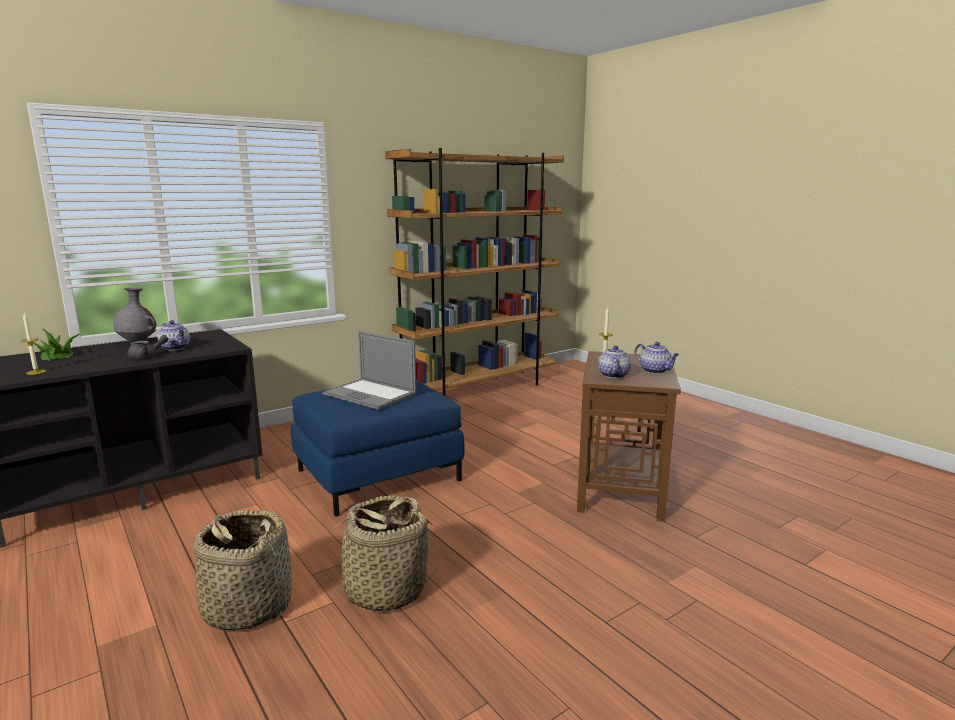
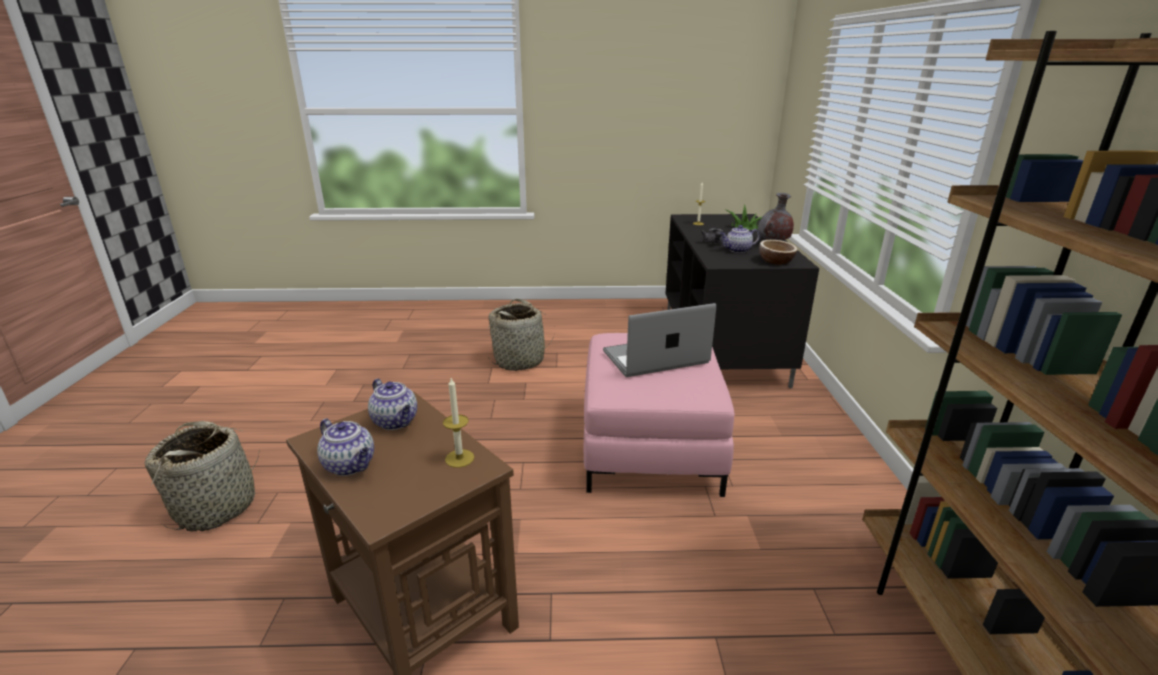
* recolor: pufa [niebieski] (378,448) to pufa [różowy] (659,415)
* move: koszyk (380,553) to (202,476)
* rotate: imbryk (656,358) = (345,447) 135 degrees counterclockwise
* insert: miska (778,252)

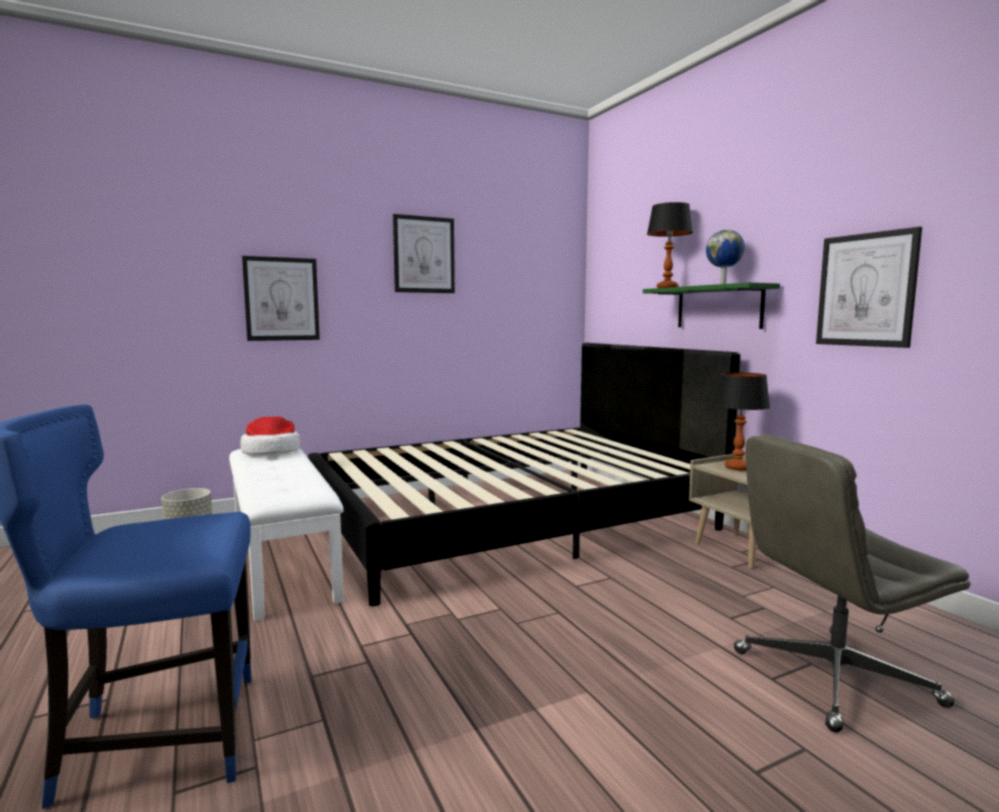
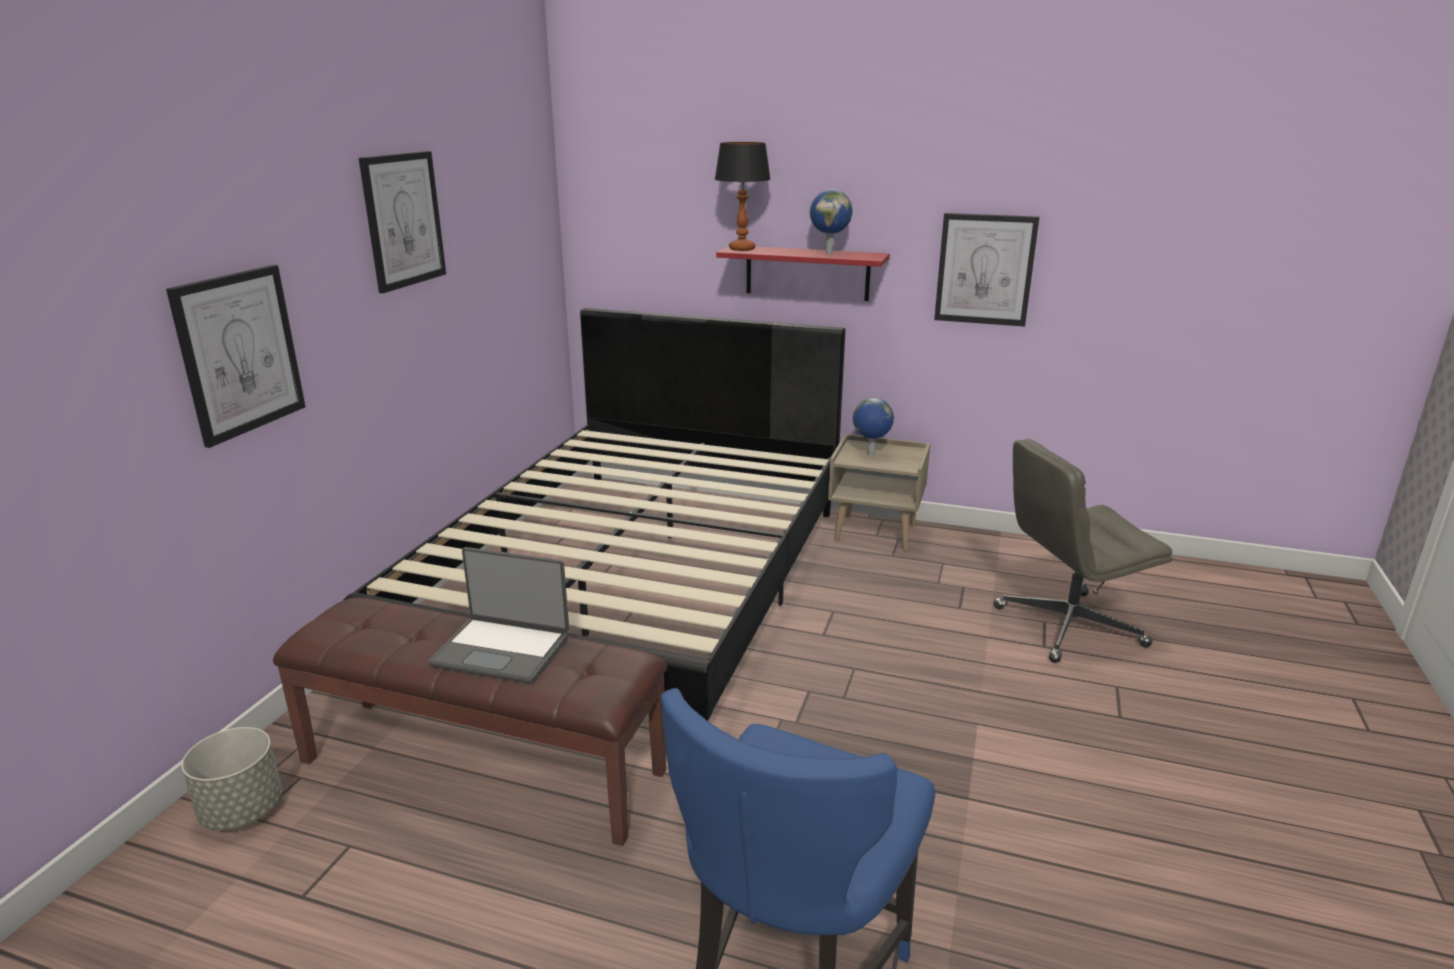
* recolor: ławka [biały] (286,535) to ławka [brązowy] (470,721)
* delete: kapelusz (270,435)
* recolor: półka [zielony] (711,305) to półka [czerwony] (803,273)
* replace: lampa stołowa (742,421) to globus (873,427)
* rotate: krzesło biurowe [szary] (852,584) = (1083,551) 45 degrees clockwise
* insert: laptop (498,615)

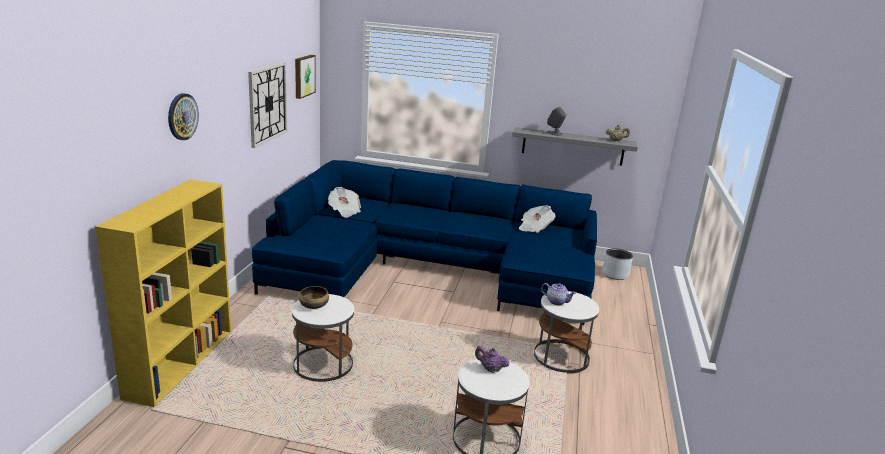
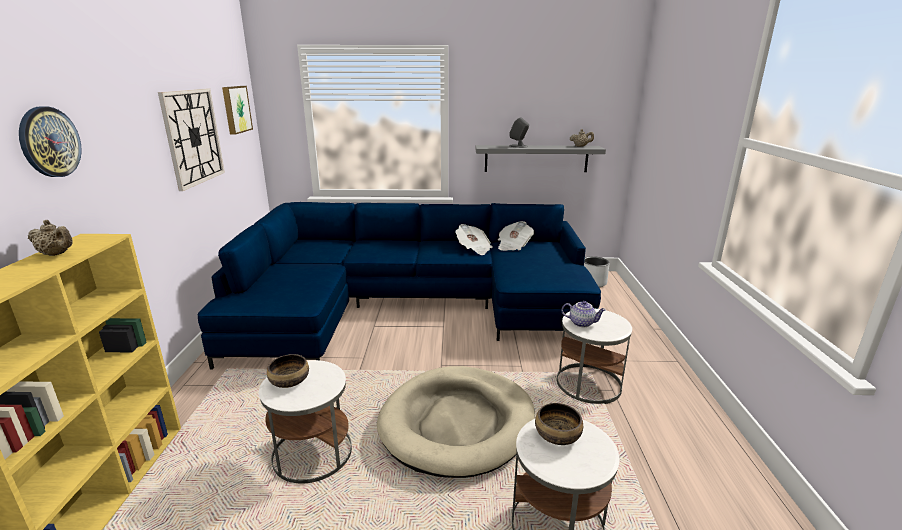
* move: gazeta (344,202) to (473,239)
* replace: imbryk [fioletowy] (492,359) to miska (559,424)
* insert: imbryk [beżowy] (49,238)
* insert: legowisko [beżowy] (456,422)

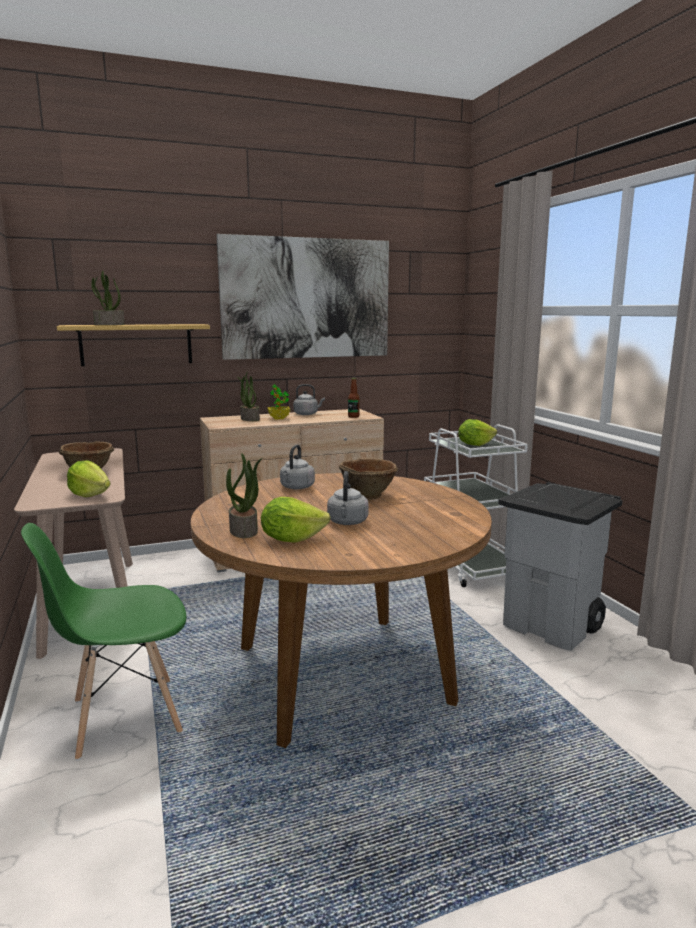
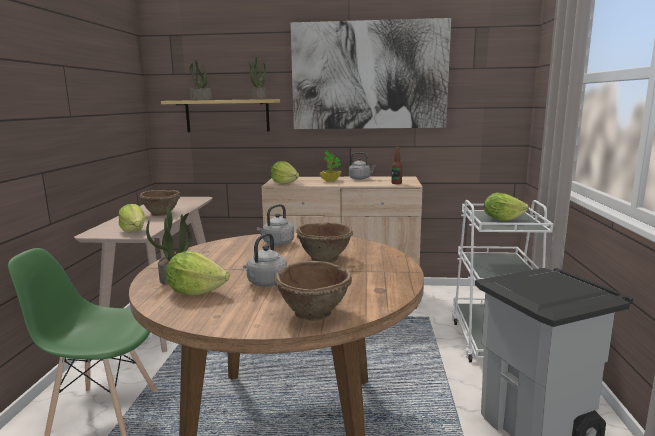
* move: roślina doniczkowa (249,396) to (256,78)
* insert: sałata (285,172)
* insert: miska [brązowy] (313,291)

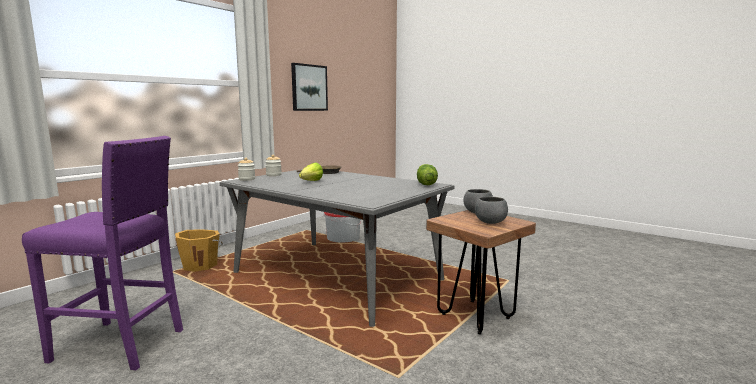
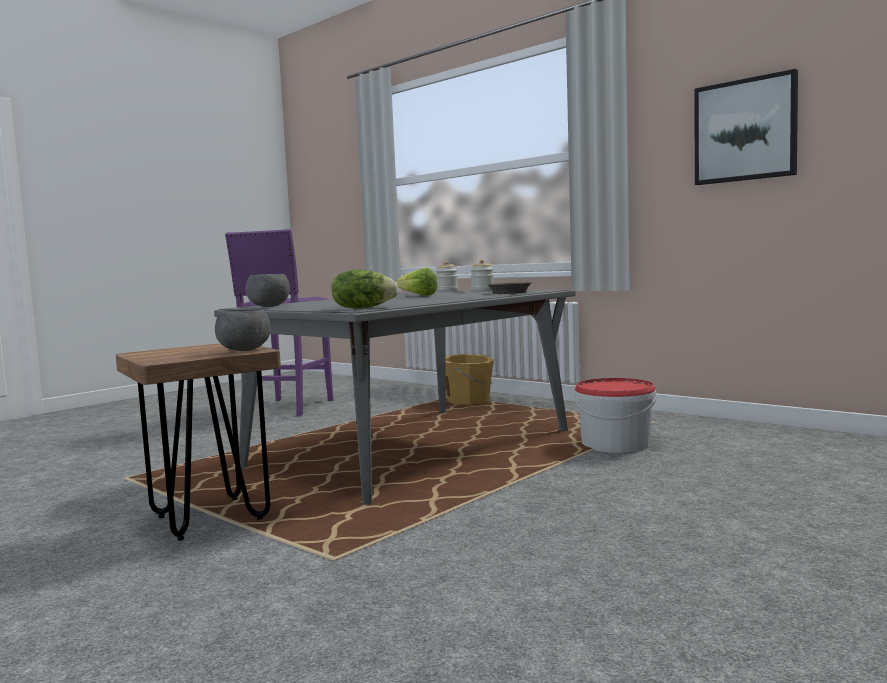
* move: miska [szary] (491,210) to (267,290)

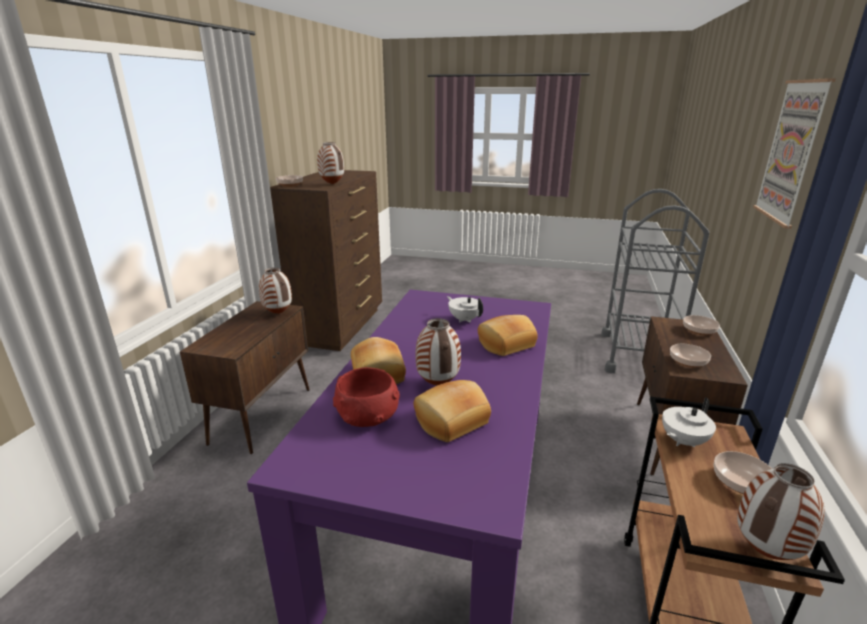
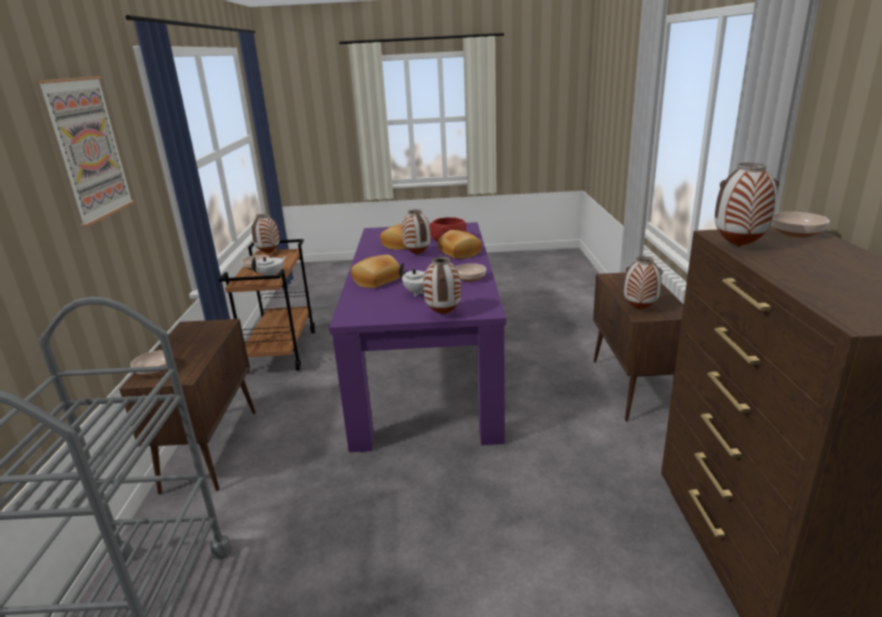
* move: miska (690,356) to (471,272)
* insert: wazon (442,285)

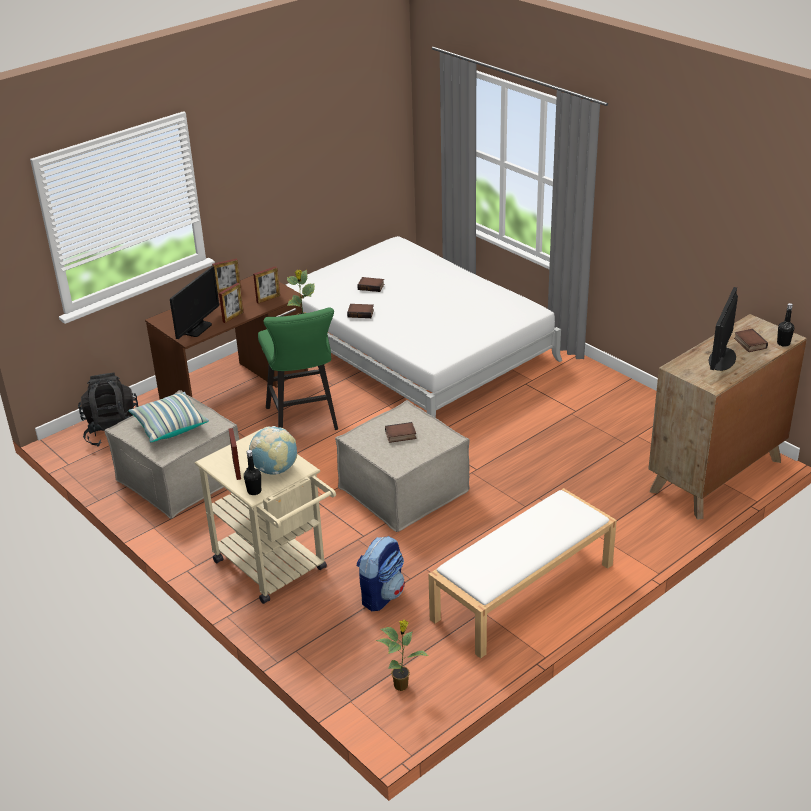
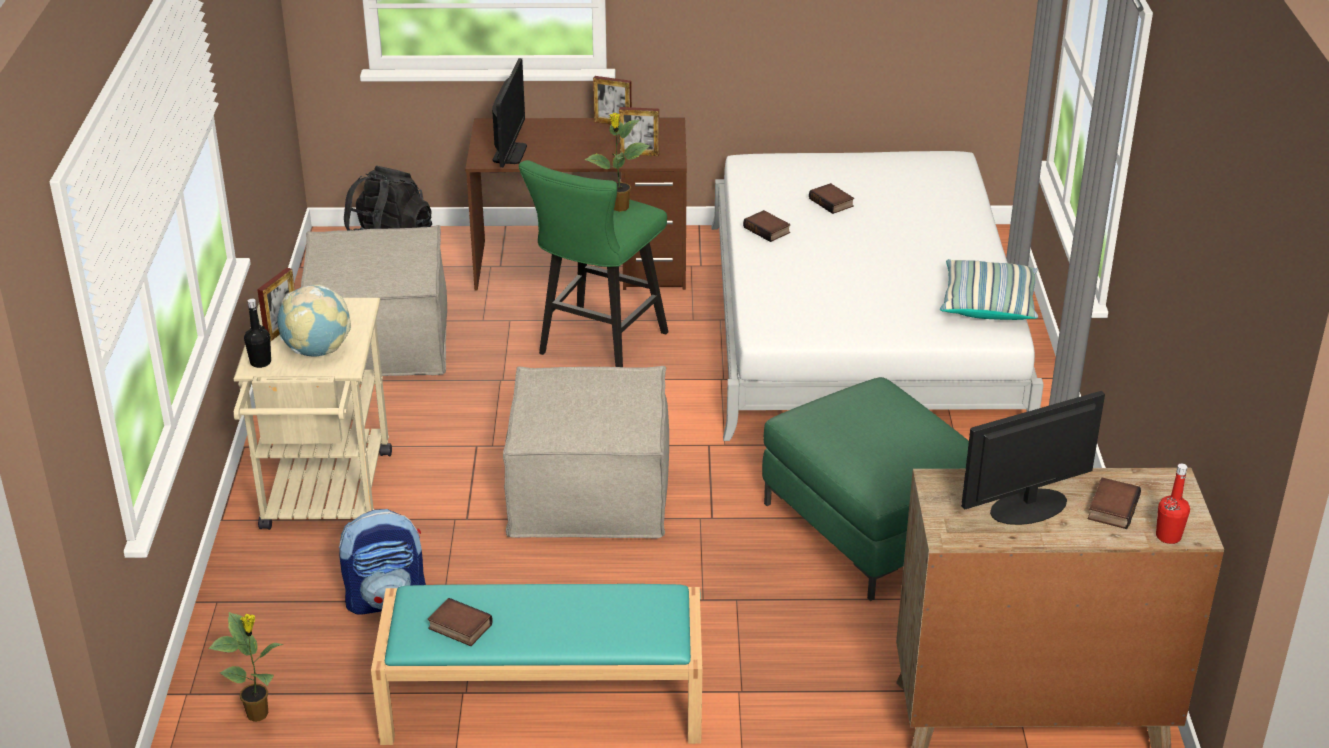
* move: poduszka (169,417) to (989,289)
* rotate: monitor (194,302) = (509,112) 60 degrees counterclockwise
* delete: ramka na zdjęcie (231,303)
* move: książka (400,432) to (460,622)
* recolor: ławka [biały] (522,573) to ławka [turkusowy] (536,664)
* recolor: butelka [czarny] (785,325) to butelka [czerwony] (1173,504)
* insert: pufa [zielony] (865,489)

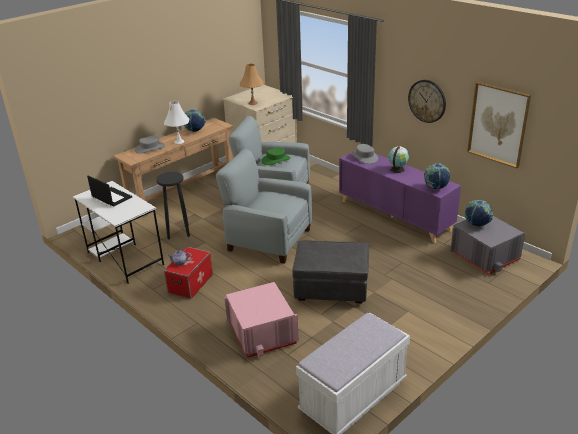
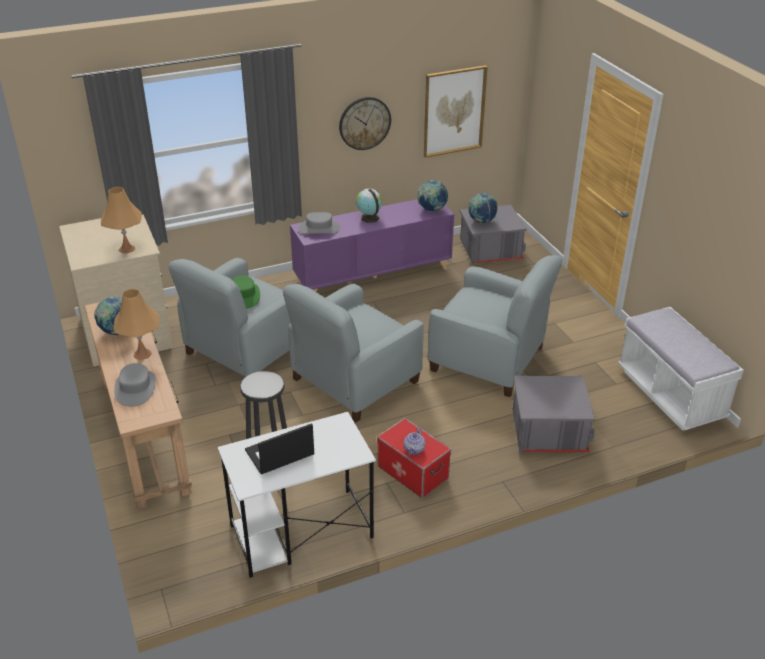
* recolor: lampa stołowa [biały] (176,122) to lampa stołowa [pomarańczowy] (136,324)
* recolor: pojemnik do przechowywania [różowy] (261,320) to pojemnik do przechowywania [szary] (554,414)
* replace: pufa [szary] (330,271) to fotel [szary] (494,326)

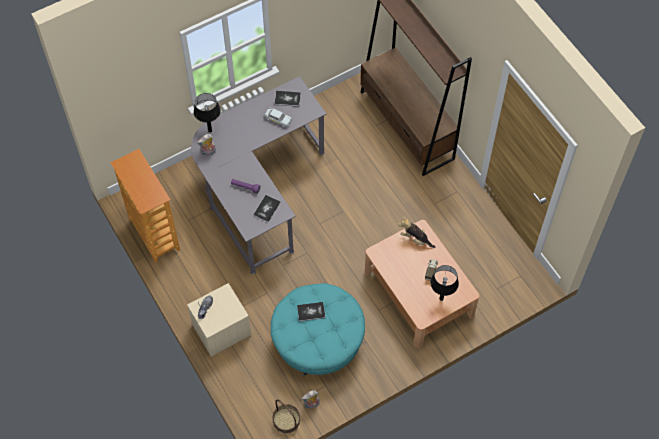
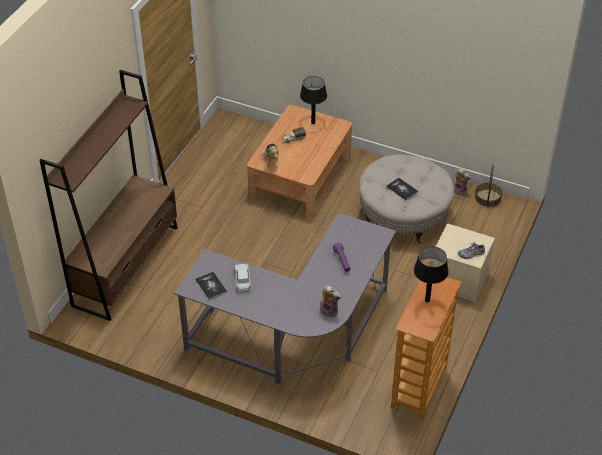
* move: lampa stołowa [czarny] (207,112) to (431,274)
* delete: książka (266,208)
* recolor: pufa [turkusowy] (318,329) to pufa [beżowy] (406,198)

